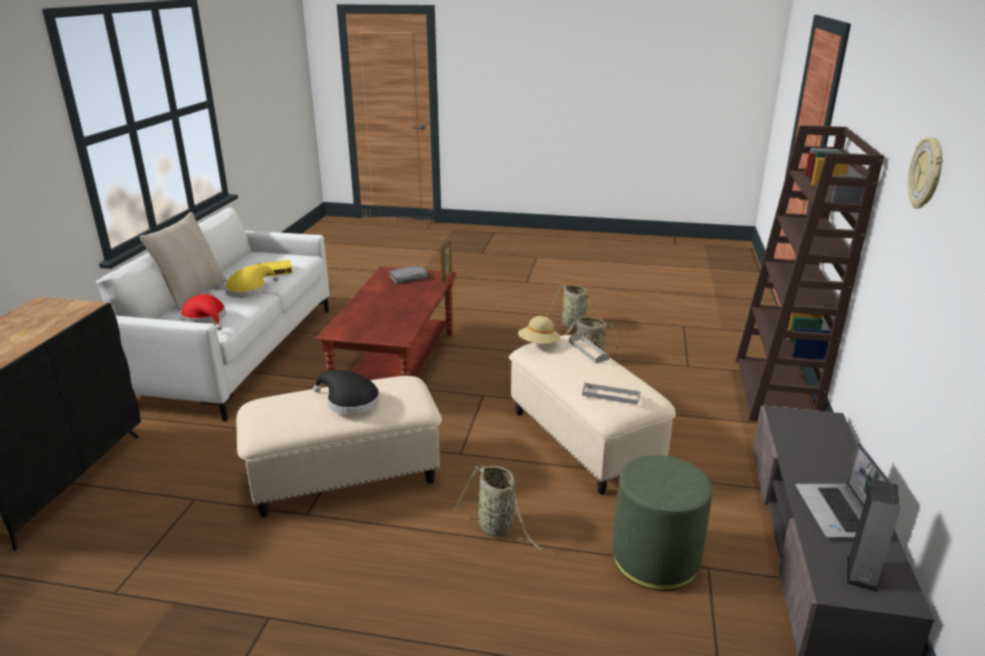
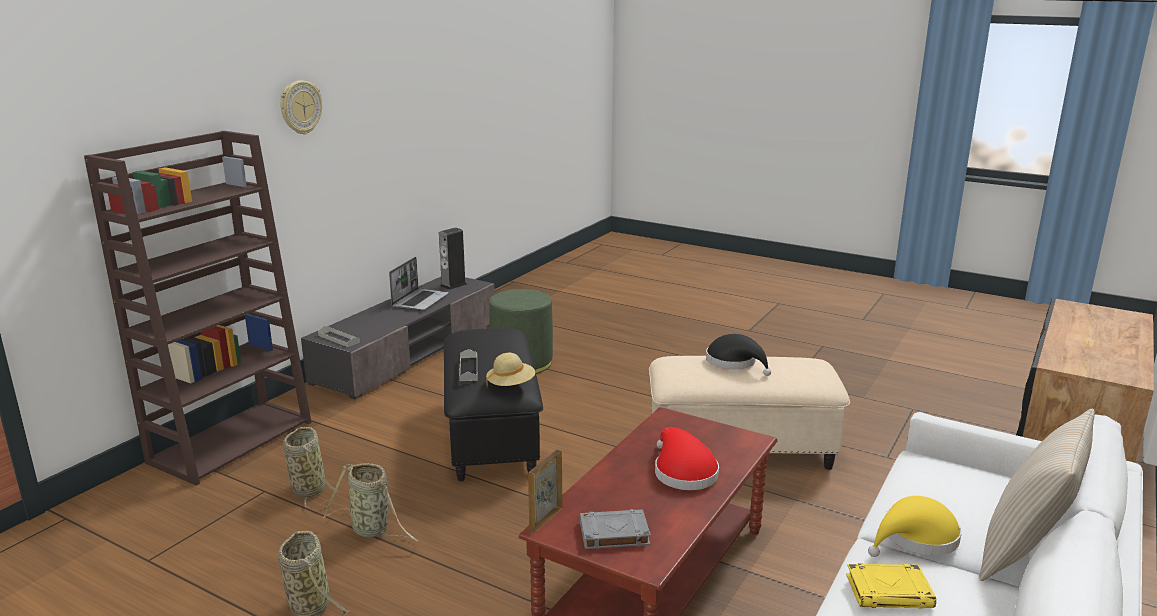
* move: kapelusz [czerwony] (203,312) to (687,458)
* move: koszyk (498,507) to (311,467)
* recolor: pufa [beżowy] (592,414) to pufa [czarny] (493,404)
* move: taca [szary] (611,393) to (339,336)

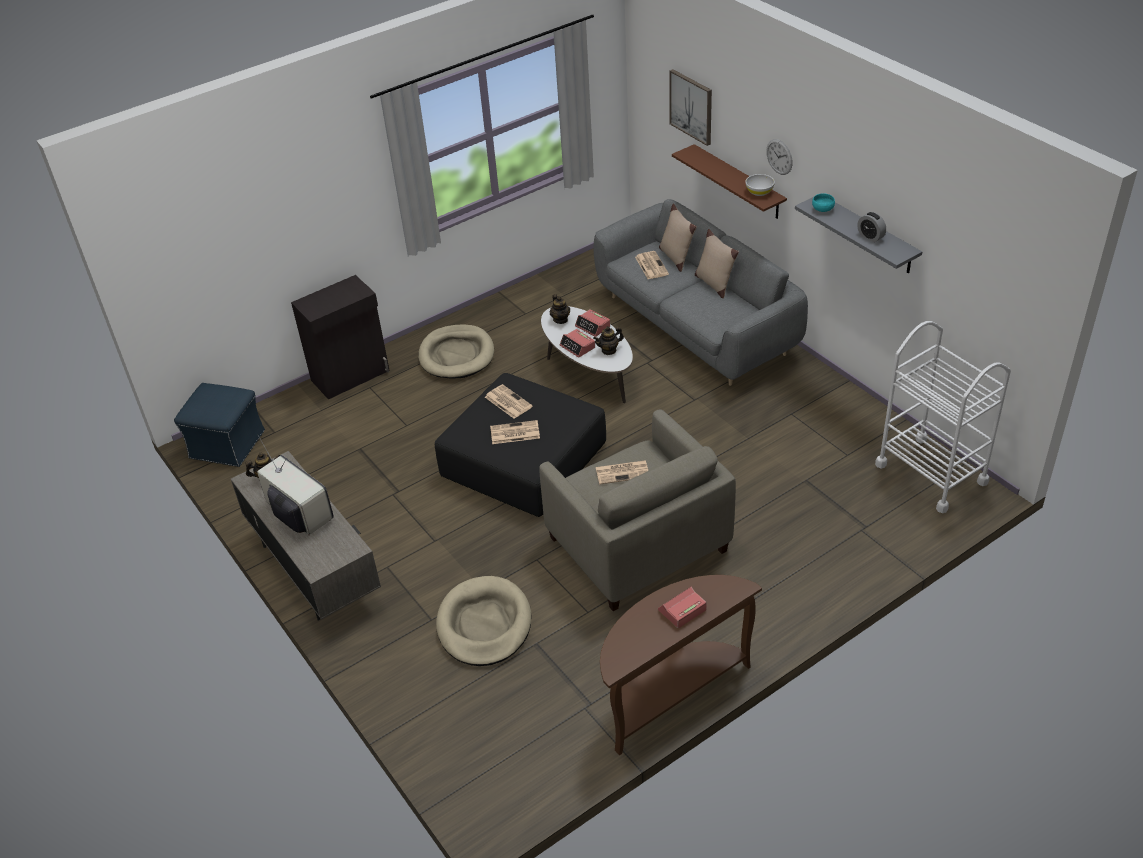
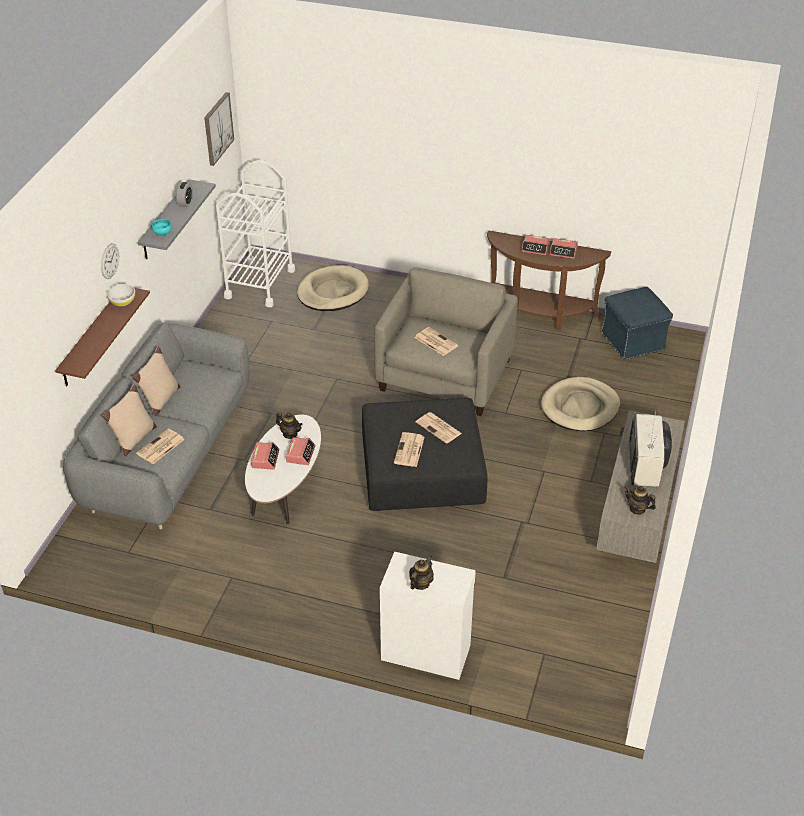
* move: pufa [niebieski] (219,425) to (637,323)
* recolor: szafka [czarny] (340,337) to szafka [biały] (428,616)
* move: legowisko [beżowy] (456,351) to (333,288)
* move: imbryk (560,309) to (421,572)
* move: obraz (690,107) to (219,129)
* insert: budzik (564,248)

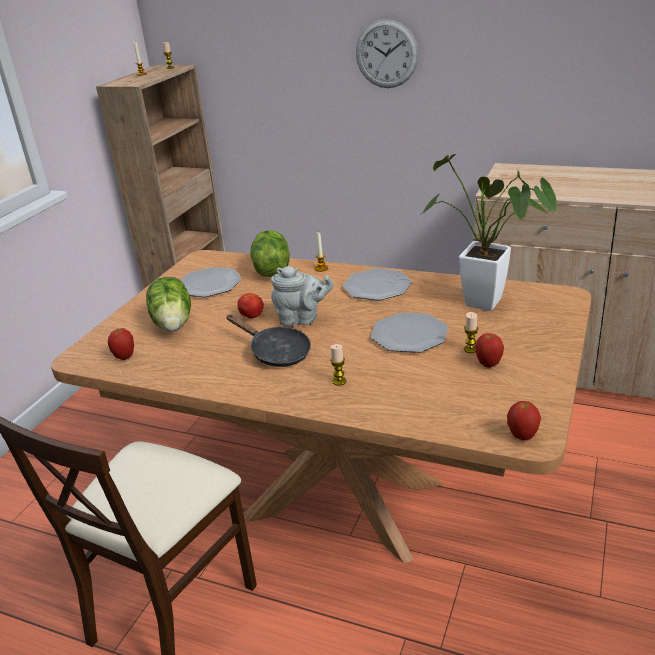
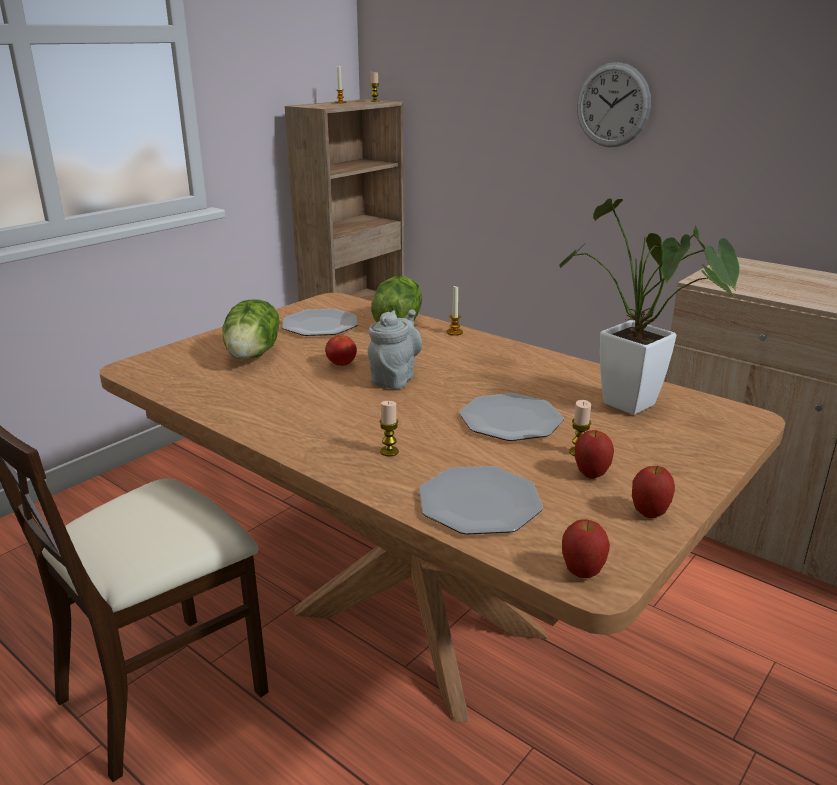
* move: jabłko (121,344) to (653,492)
* delete: patelnia [czarny] (268,340)
* rotate: imbryk [szary] (302,296) = (395,349) 90 degrees counterclockwise
* move: talerz (377,284) to (481,500)

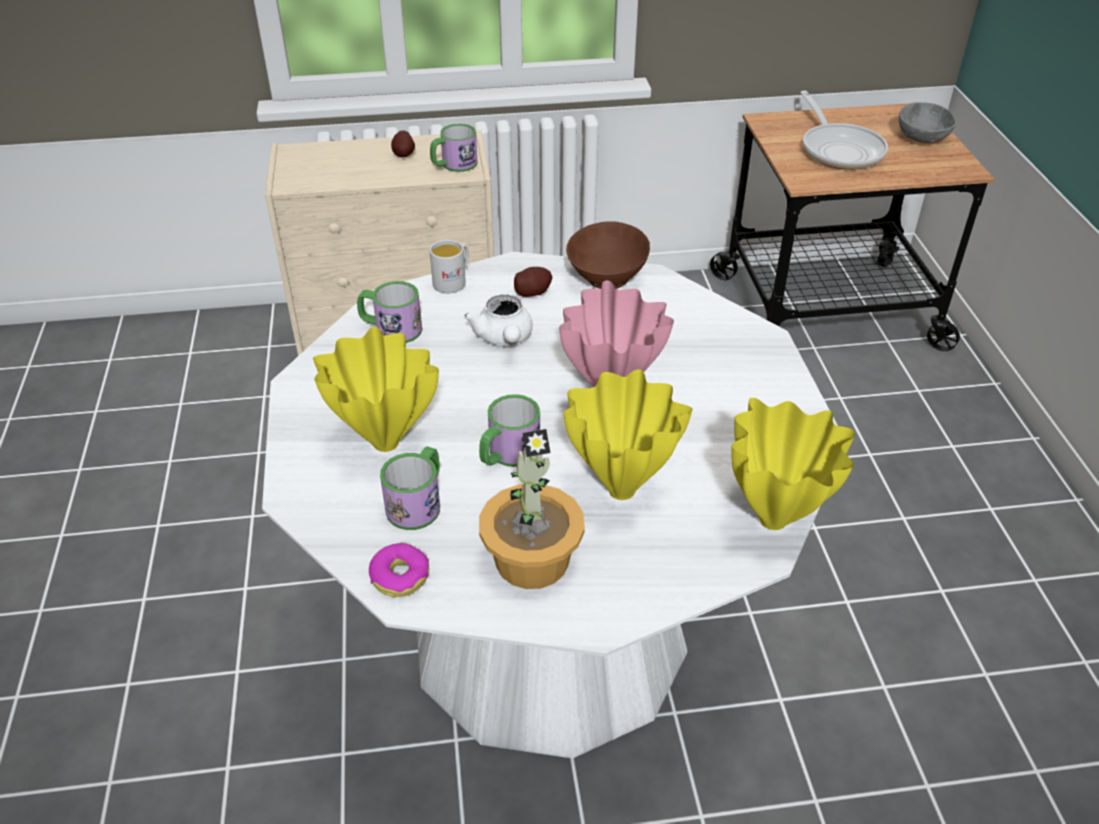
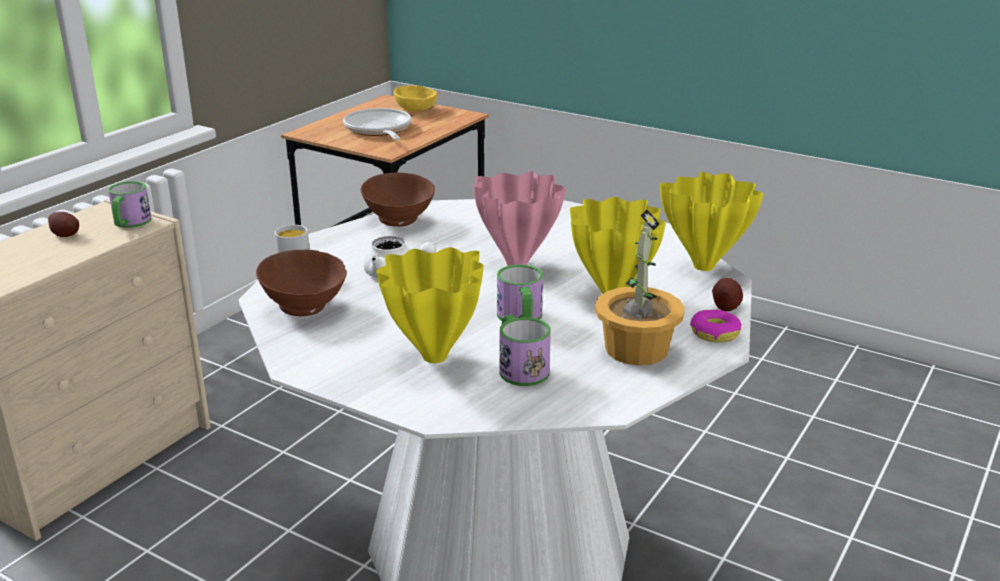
* replace: kubek (389,312) to miska [brązowy] (301,283)
* move: donut (399,570) to (715,326)
* move: ziemniak (533,282) to (727,294)
* rotate: patelnia (844,130) = (377,124) 135 degrees counterclockwise
* recolor: miska [szary] (927,122) to miska [żółty] (415,98)

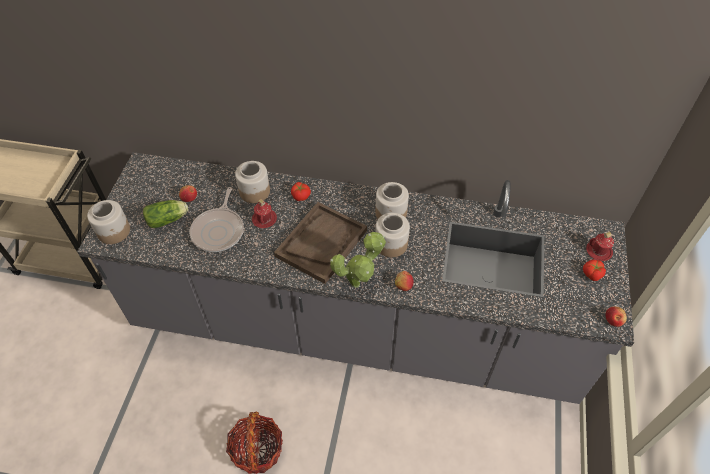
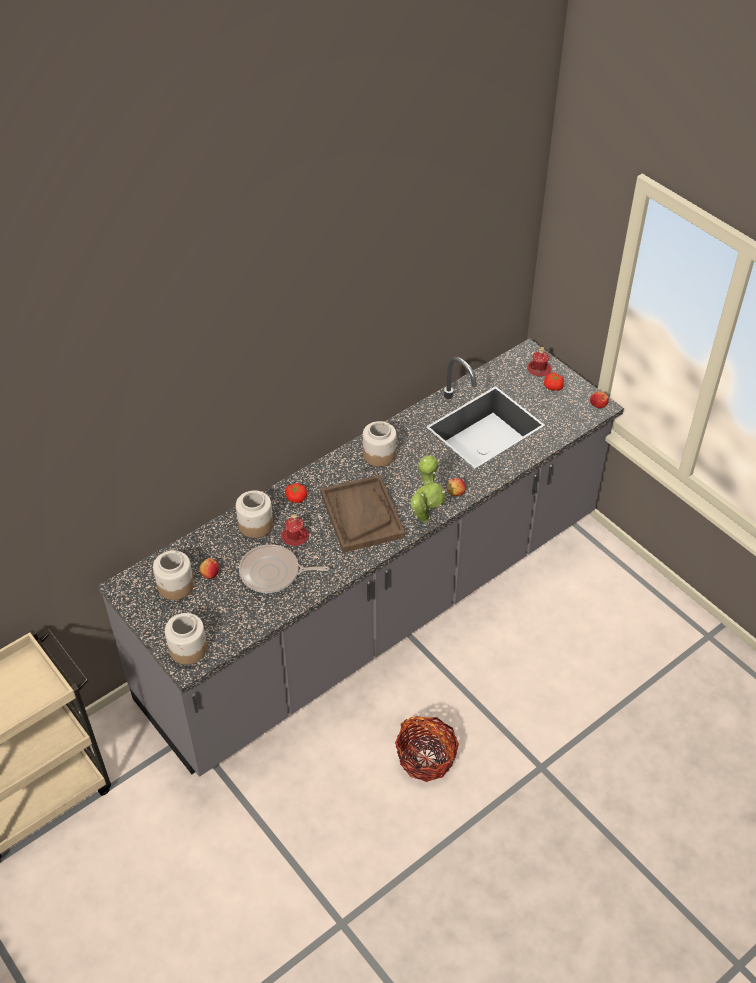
* delete: sałata (165,214)
* rotate: patelnia (217,219) = (284,568) 135 degrees clockwise
* move: słoik (392,235) to (173,575)

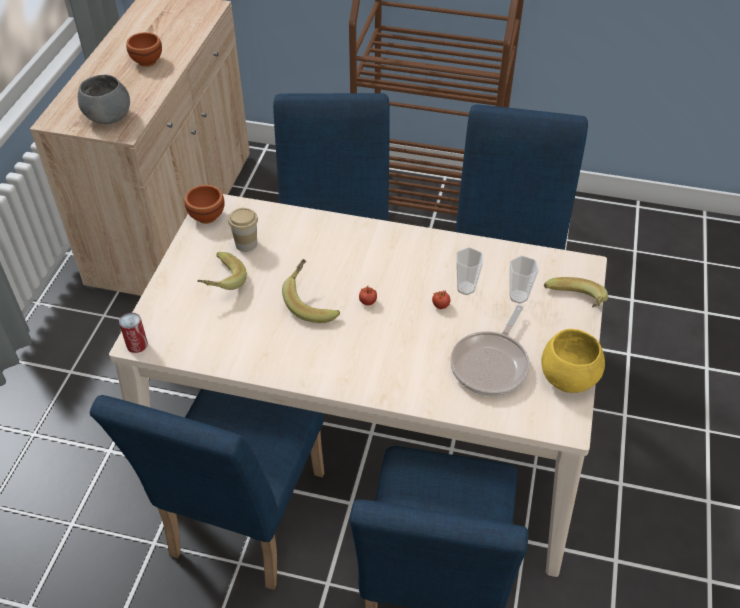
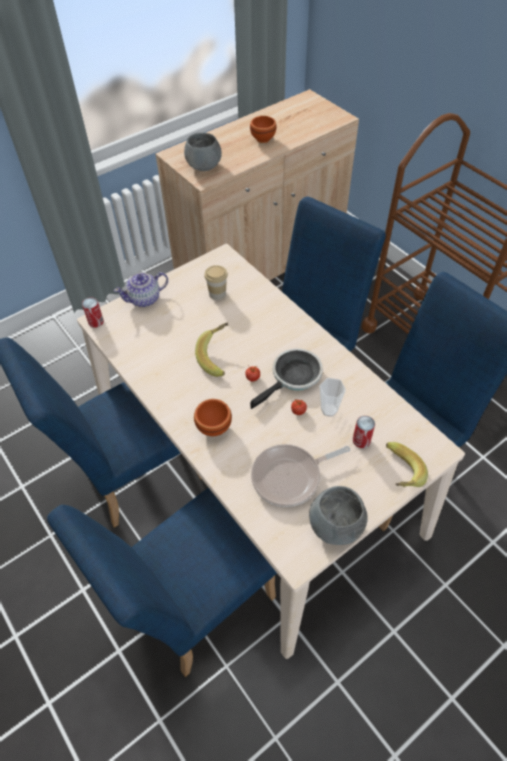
* move: miska [brązowy] (204,204) to (213,417)
* delete: banan (222,271)
* replace: filiżanka (524,280) to puszka (364,432)
* recolor: miska [żółty] (573,361) to miska [szary] (338,515)
* insert: imbryk (141,289)
* insert: patelnia (286,378)

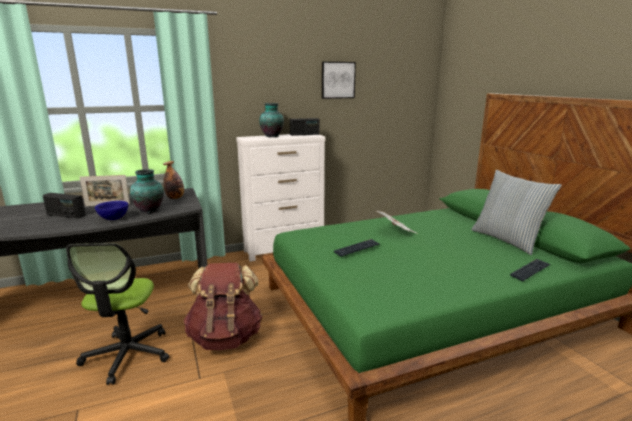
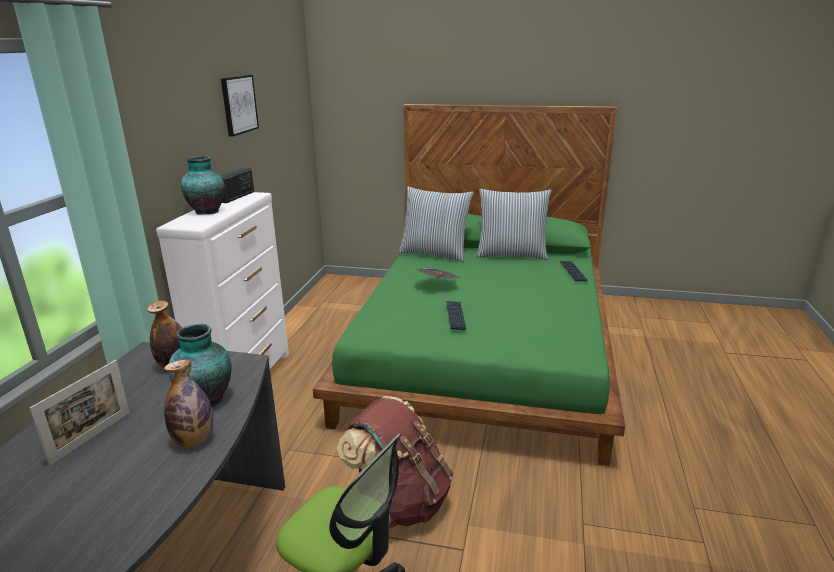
* delete: radio (64,205)
* replace: miska [niebieski] (111,210) to butelka (189,403)
* insert: poduszka (435,224)

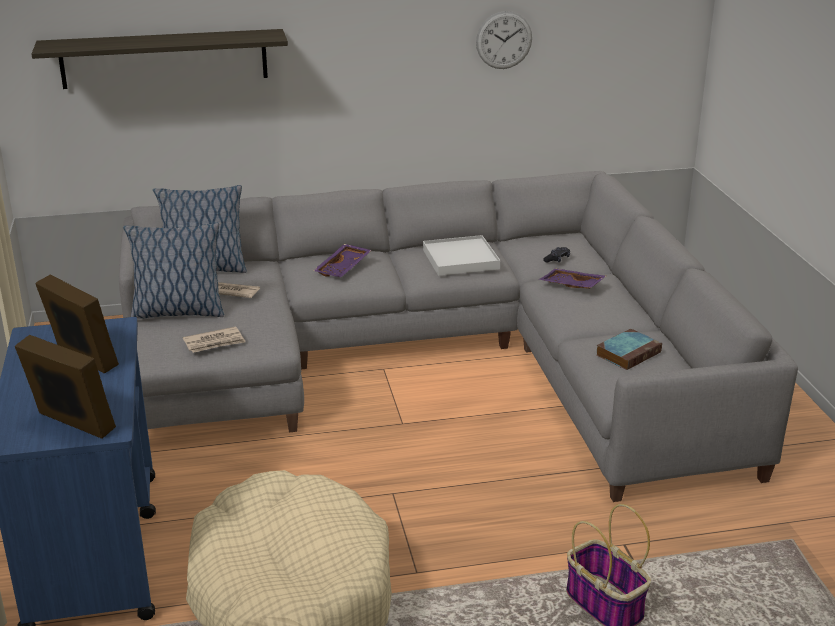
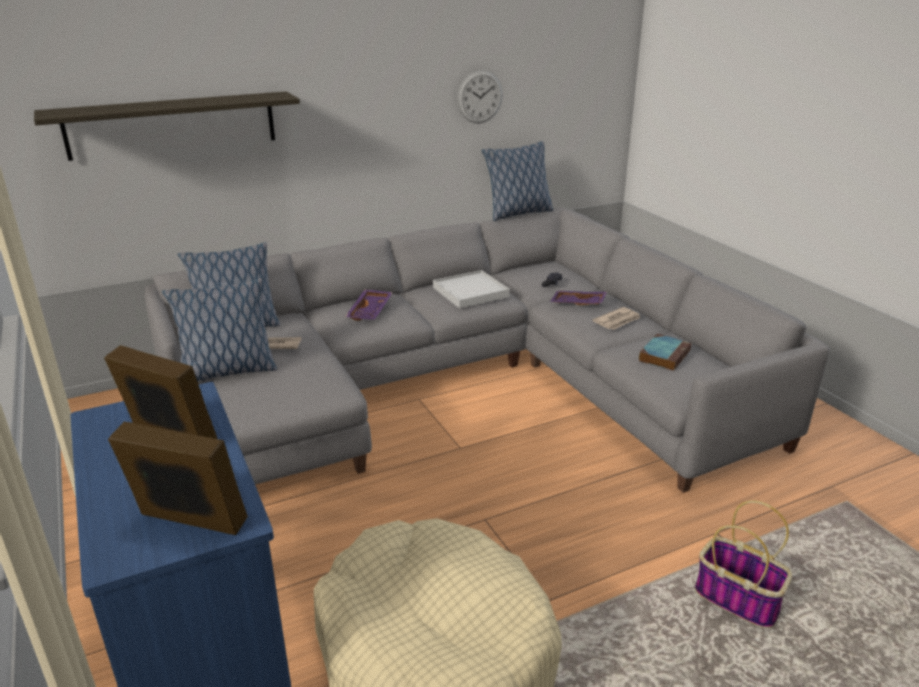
* move: gazeta (214,339) to (617,318)
* insert: poduszka (518,181)

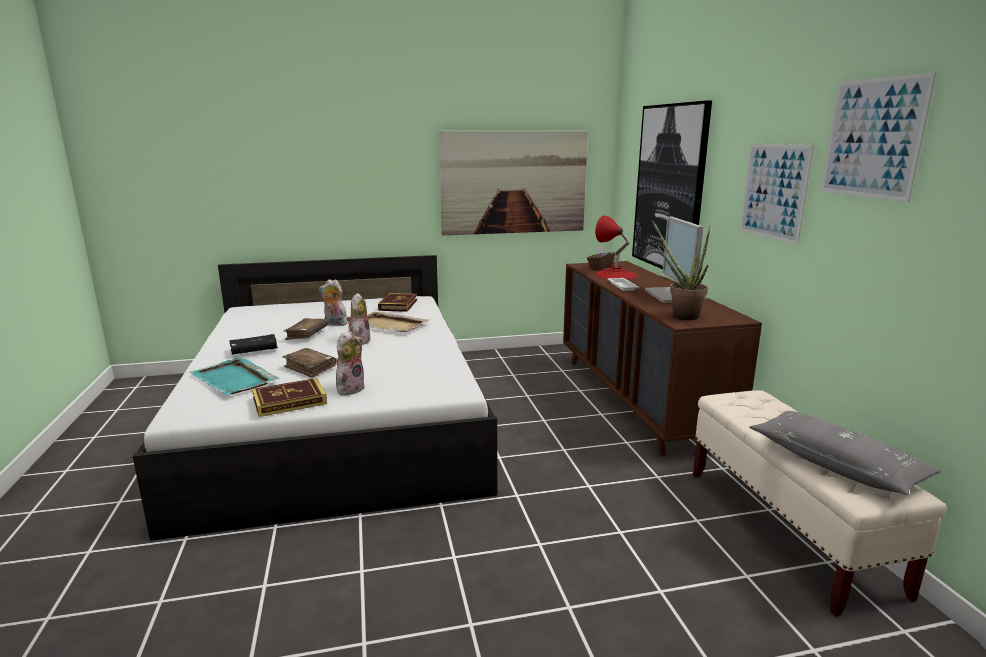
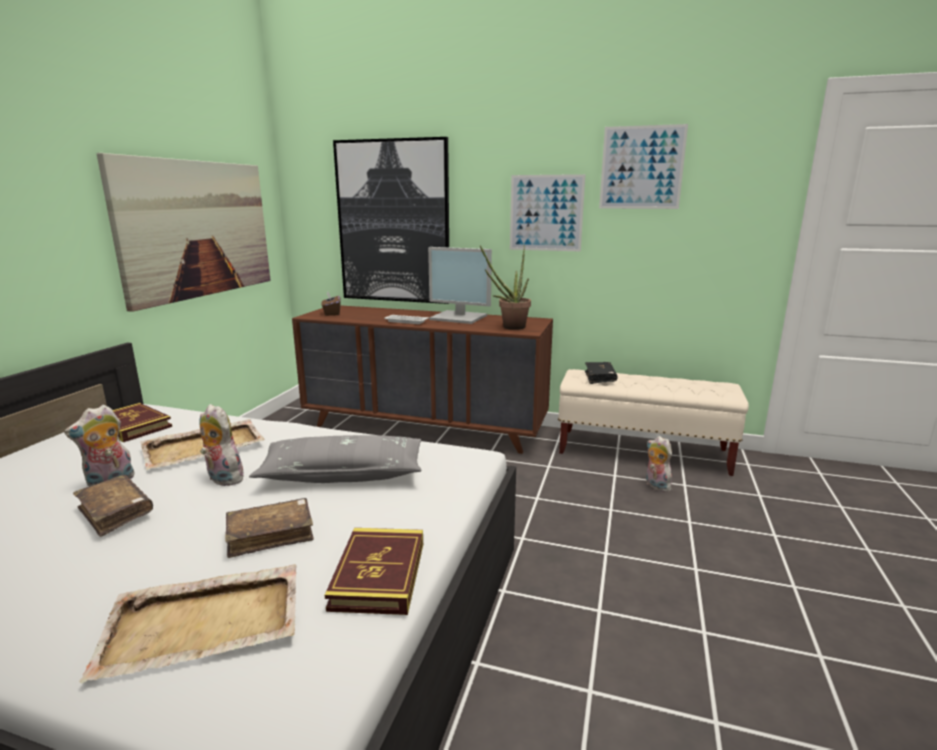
* recolor: taca [turkusowy] (234,376) to taca [beżowy] (188,624)
* move: książka [czarny] (253,344) to (601,373)
* move: pluszak (350,363) to (659,464)
* delete: lampa stołowa [czerwony] (616,248)
* move: poduszka [szary] (845,453) to (335,459)

